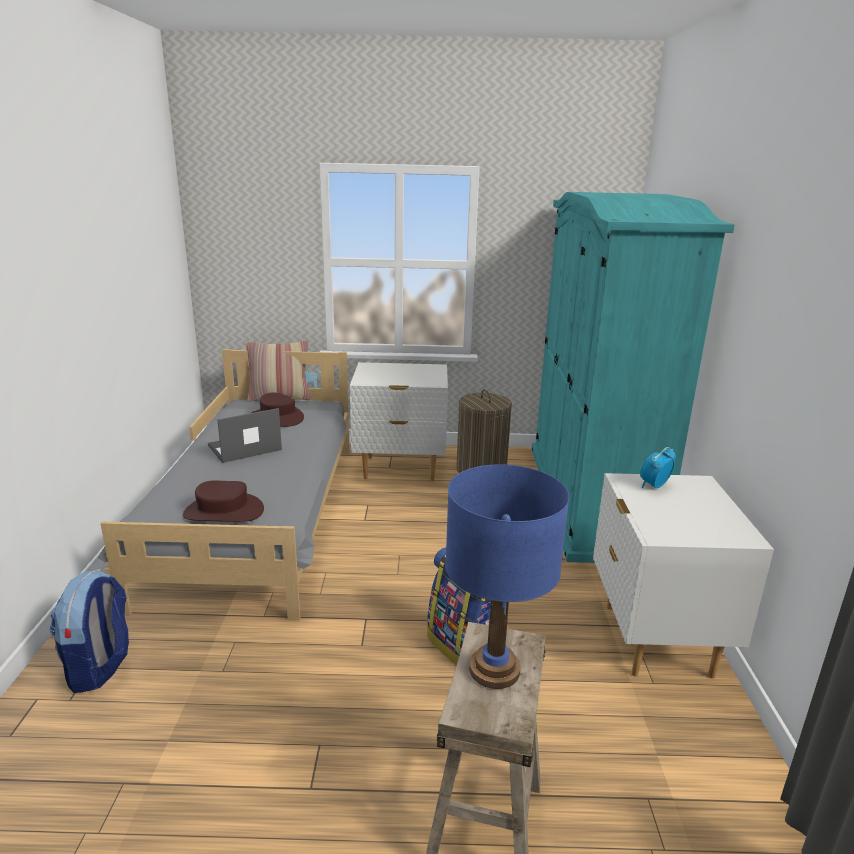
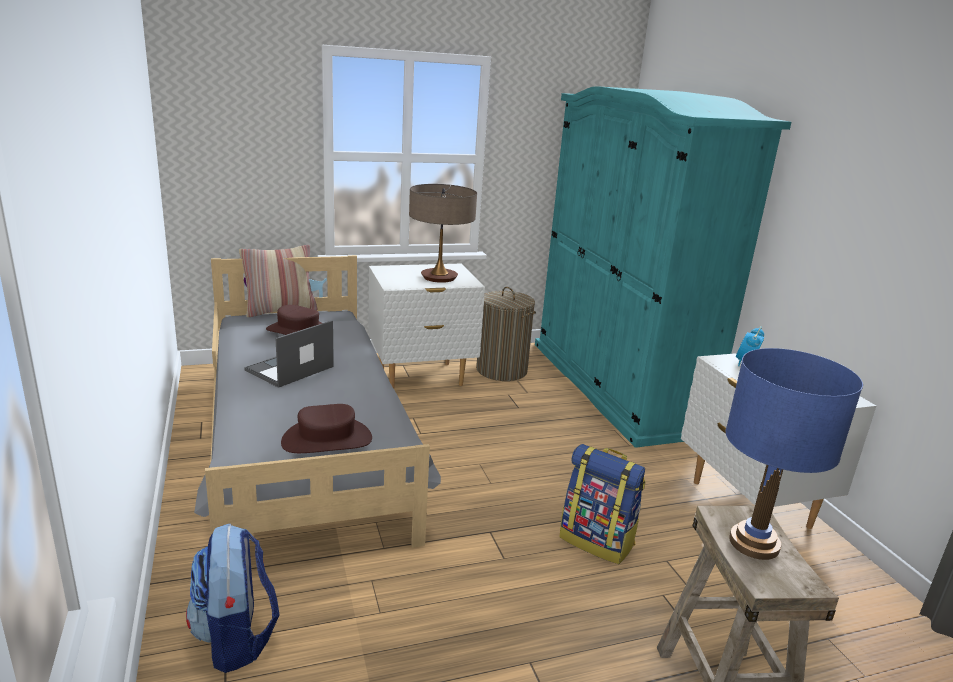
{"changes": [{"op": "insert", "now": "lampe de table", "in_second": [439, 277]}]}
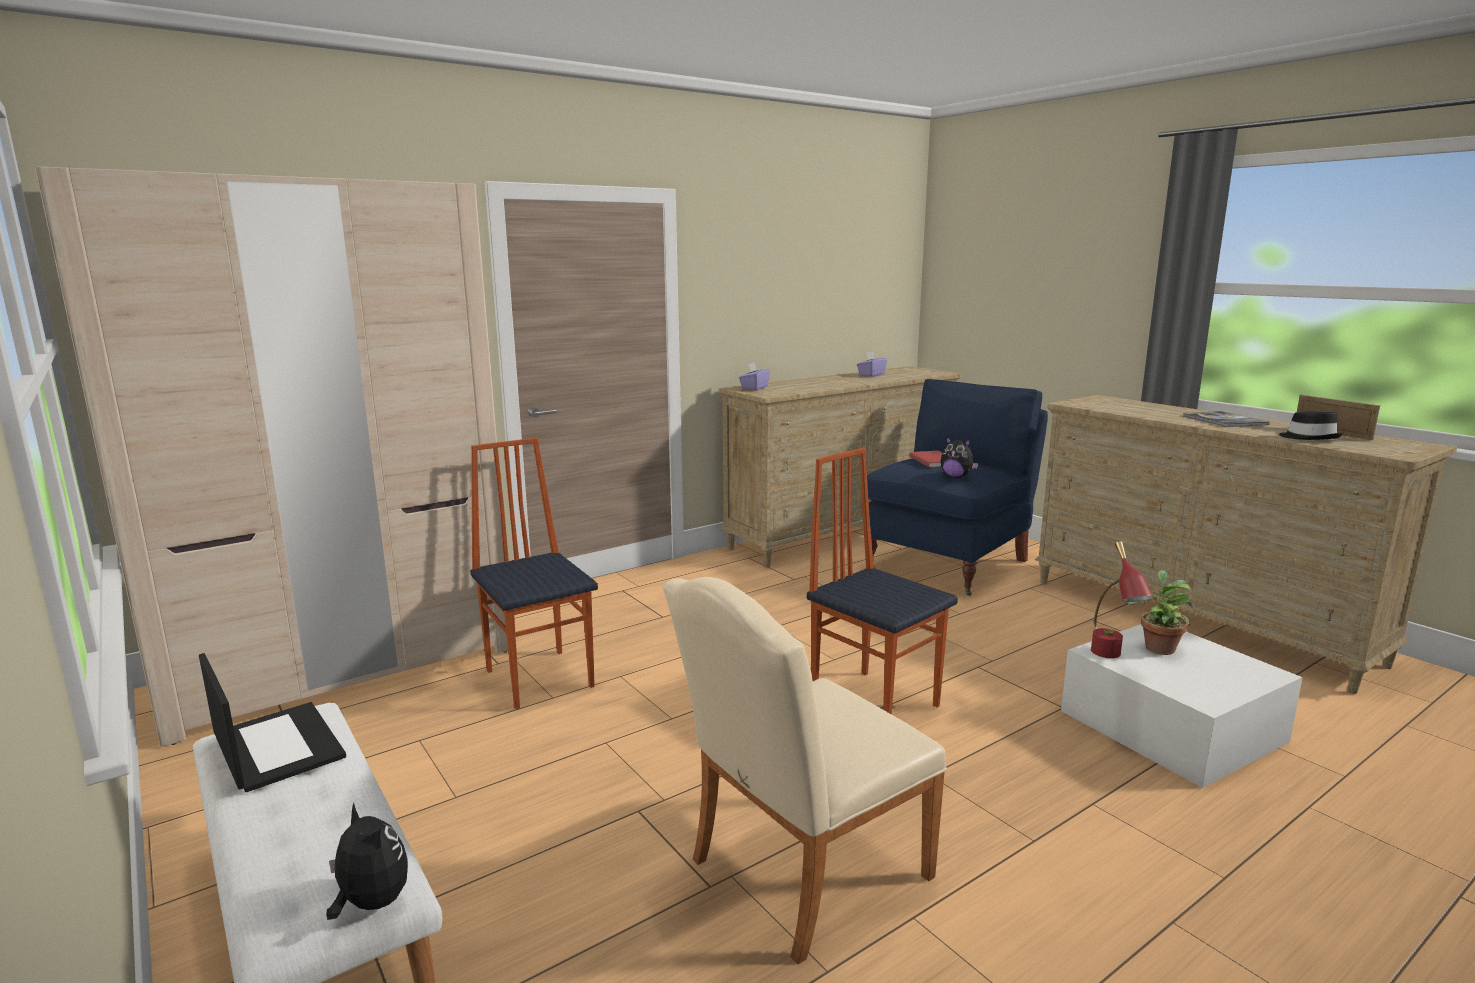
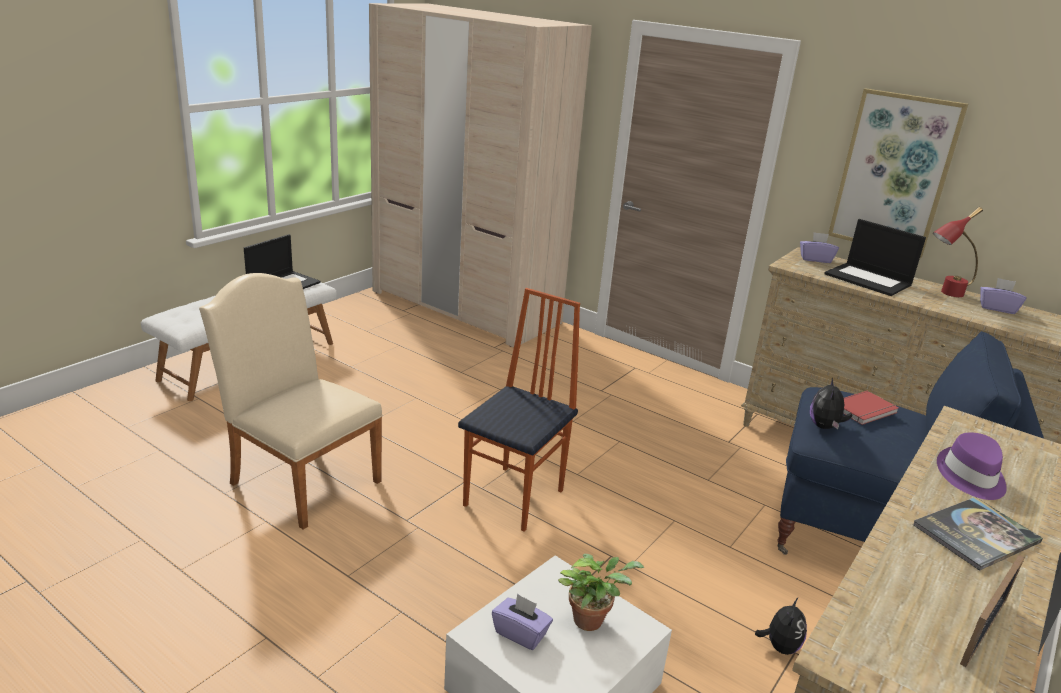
{"changes": [{"op": "move", "was": "peluche", "in_first": [371, 903], "in_second": [780, 646]}, {"op": "delete", "was": "chaise", "in_first": [541, 677]}, {"op": "move", "was": "lampe de table/rouge", "in_first": [1111, 658], "in_second": [944, 294]}, {"op": "delete", "was": "chapeau/noir", "in_first": [1310, 438]}, {"op": "insert", "now": "boîte à mouchoirs/violet", "in_second": [521, 633]}, {"op": "insert", "now": "ordinateur portable", "in_second": [869, 280]}, {"op": "insert", "now": "tableau", "in_second": [894, 173]}, {"op": "insert", "now": "chapeau/violet", "in_second": [970, 477]}]}
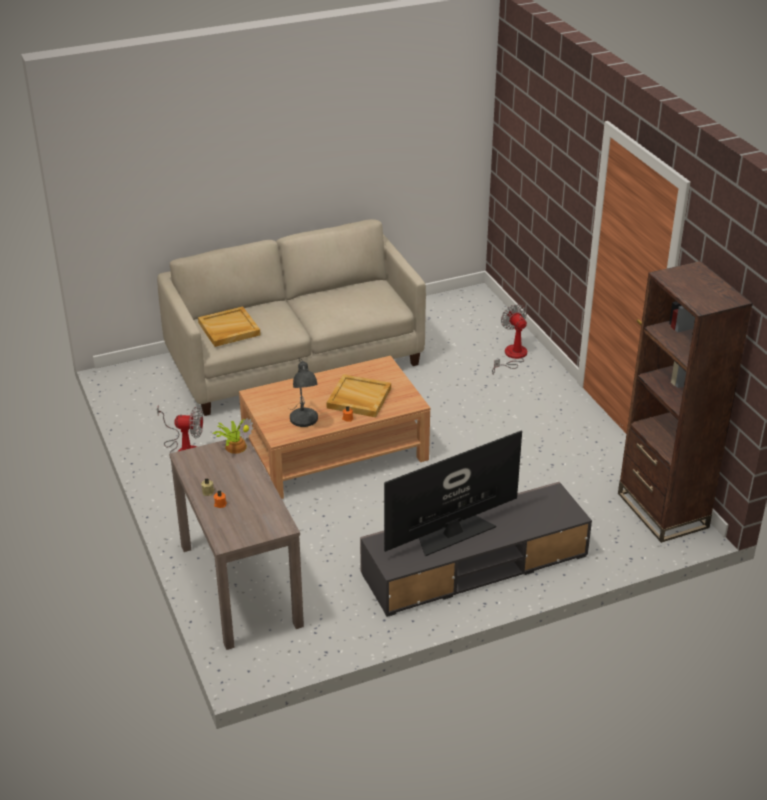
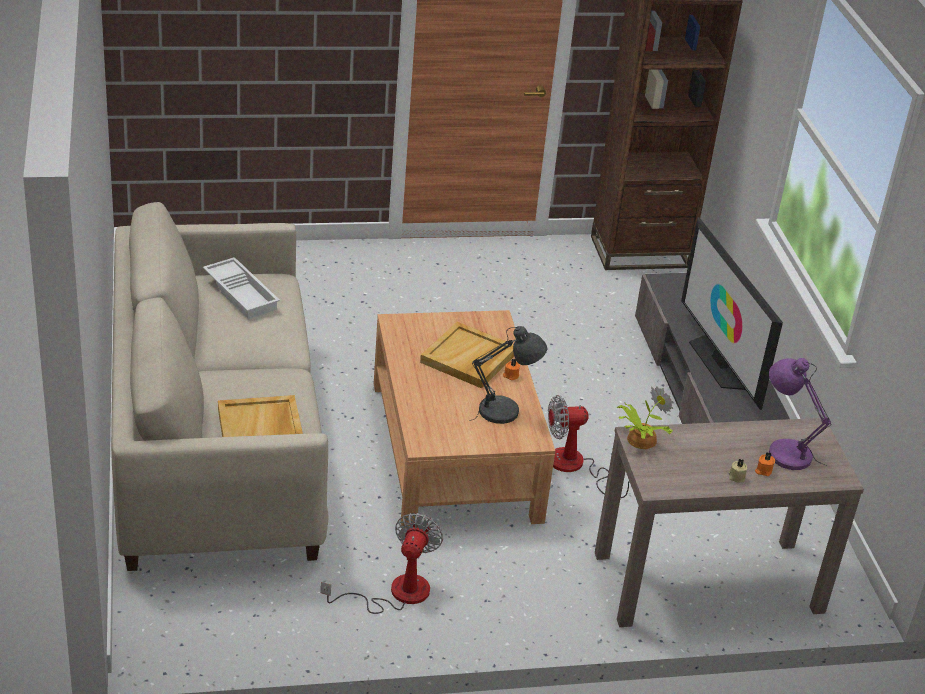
{"changes": [{"op": "move", "was": "ventilateur", "in_first": [512, 356], "in_second": [576, 467]}, {"op": "insert", "now": "plateau/blanc", "in_second": [242, 293]}, {"op": "insert", "now": "lampe de table/violet", "in_second": [785, 452]}]}
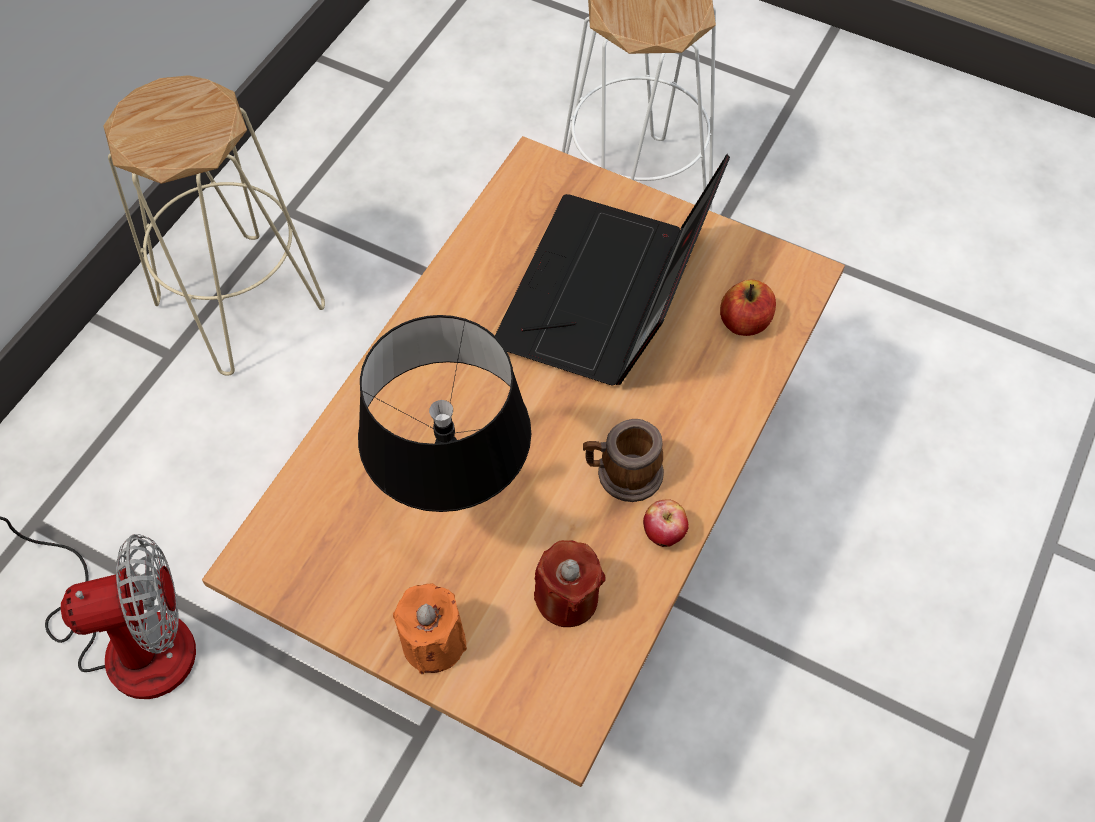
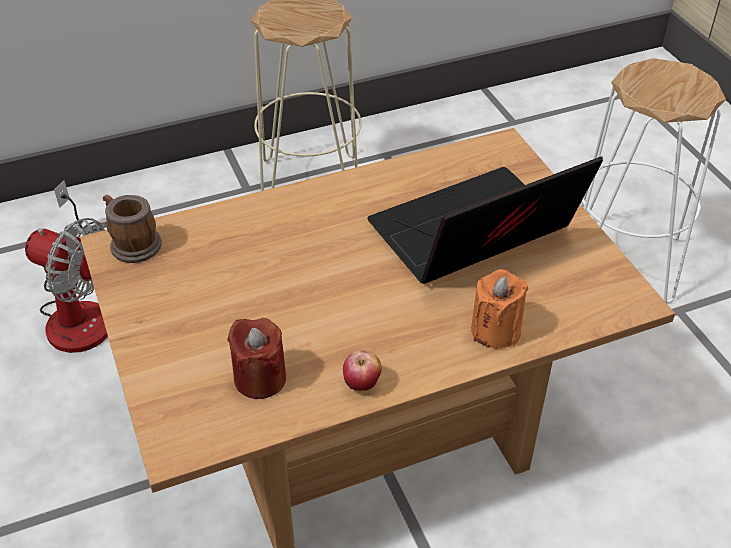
{"changes": [{"op": "delete", "was": "lampe de table/noir", "in_first": [454, 501]}, {"op": "move", "was": "bougie/orange", "in_first": [433, 642], "in_second": [495, 330]}, {"op": "move", "was": "mug", "in_first": [622, 473], "in_second": [132, 243]}, {"op": "delete", "was": "pomme", "in_first": [744, 322]}]}
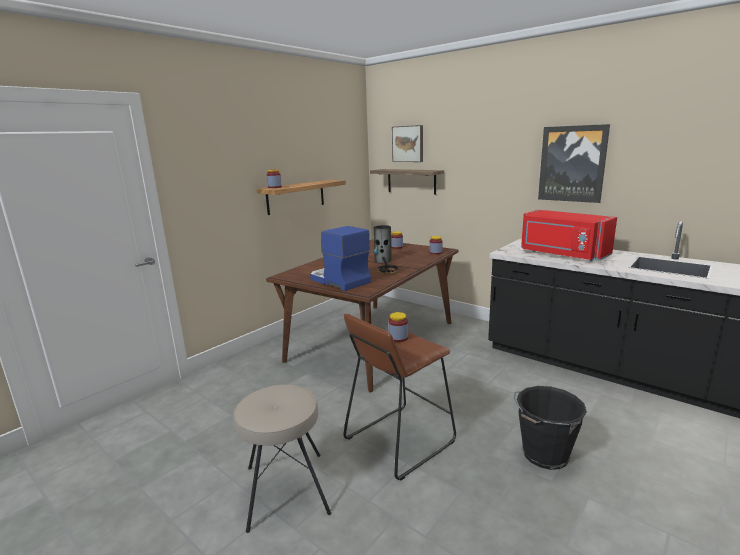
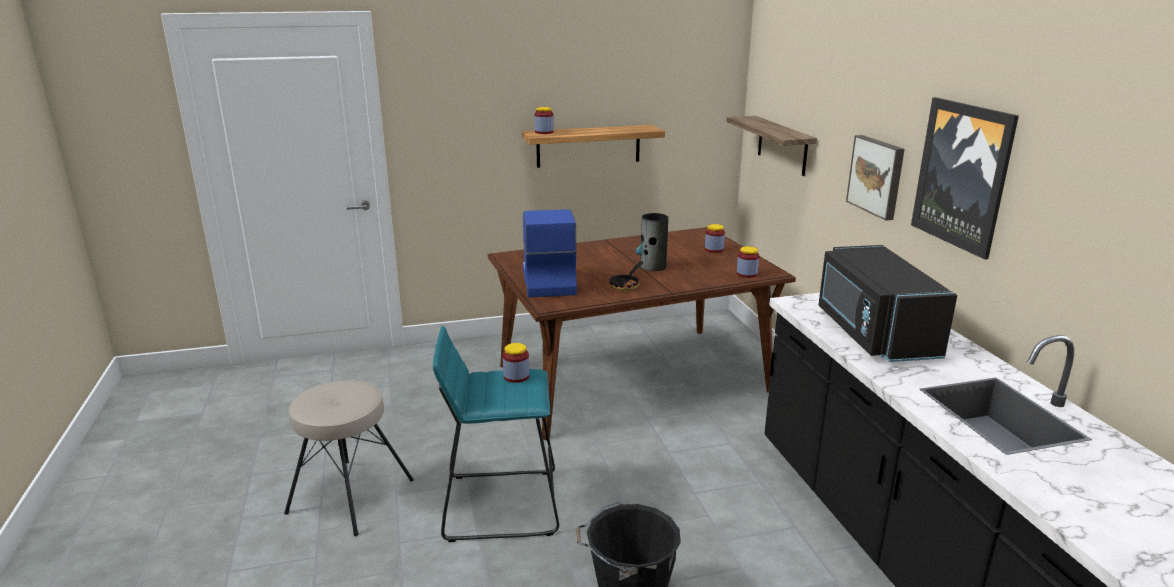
{"changes": [{"op": "recolor", "was": "tabouret/marron", "now": "tabouret/turquoise", "in_first": [399, 440], "in_second": [501, 504]}, {"op": "move", "was": "tableau", "in_first": [408, 144], "in_second": [877, 176]}, {"op": "recolor", "was": "micro-ondes/rouge", "now": "micro-ondes/noir", "in_first": [562, 254], "in_second": [872, 334]}]}
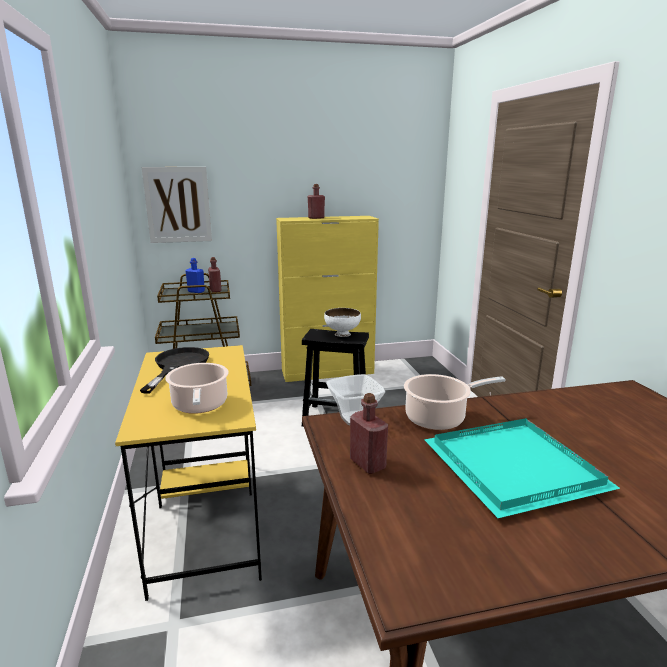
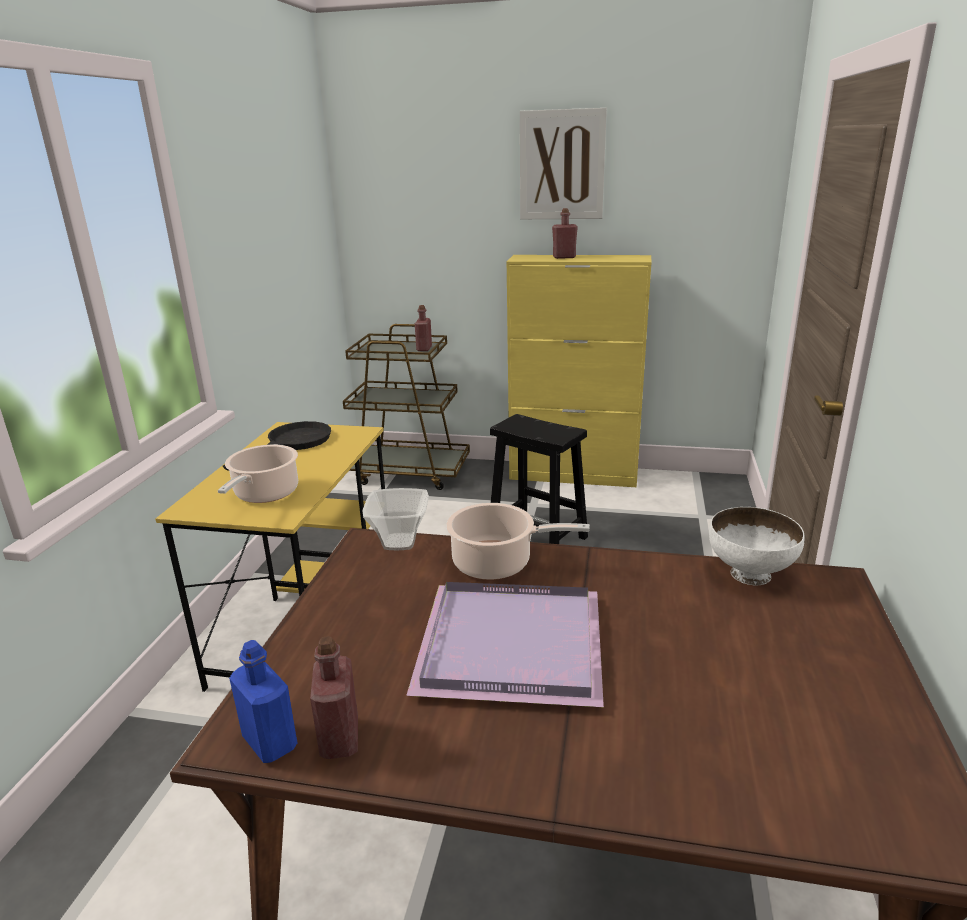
{"changes": [{"op": "move", "was": "tableau", "in_first": [178, 205], "in_second": [562, 165]}, {"op": "move", "was": "bouteille/bleu", "in_first": [196, 291], "in_second": [270, 742]}, {"op": "move", "was": "bol/blanc", "in_first": [342, 334], "in_second": [749, 574]}, {"op": "move", "was": "bouteille/rouge", "in_first": [367, 464], "in_second": [340, 738]}, {"op": "recolor", "was": "plateau/turquoise", "now": "plateau/violet", "in_first": [509, 466], "in_second": [507, 643]}]}
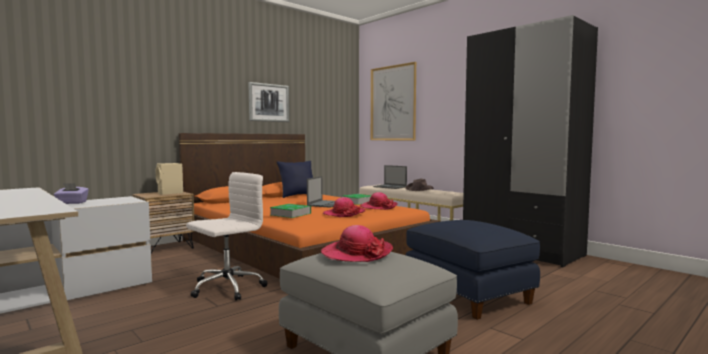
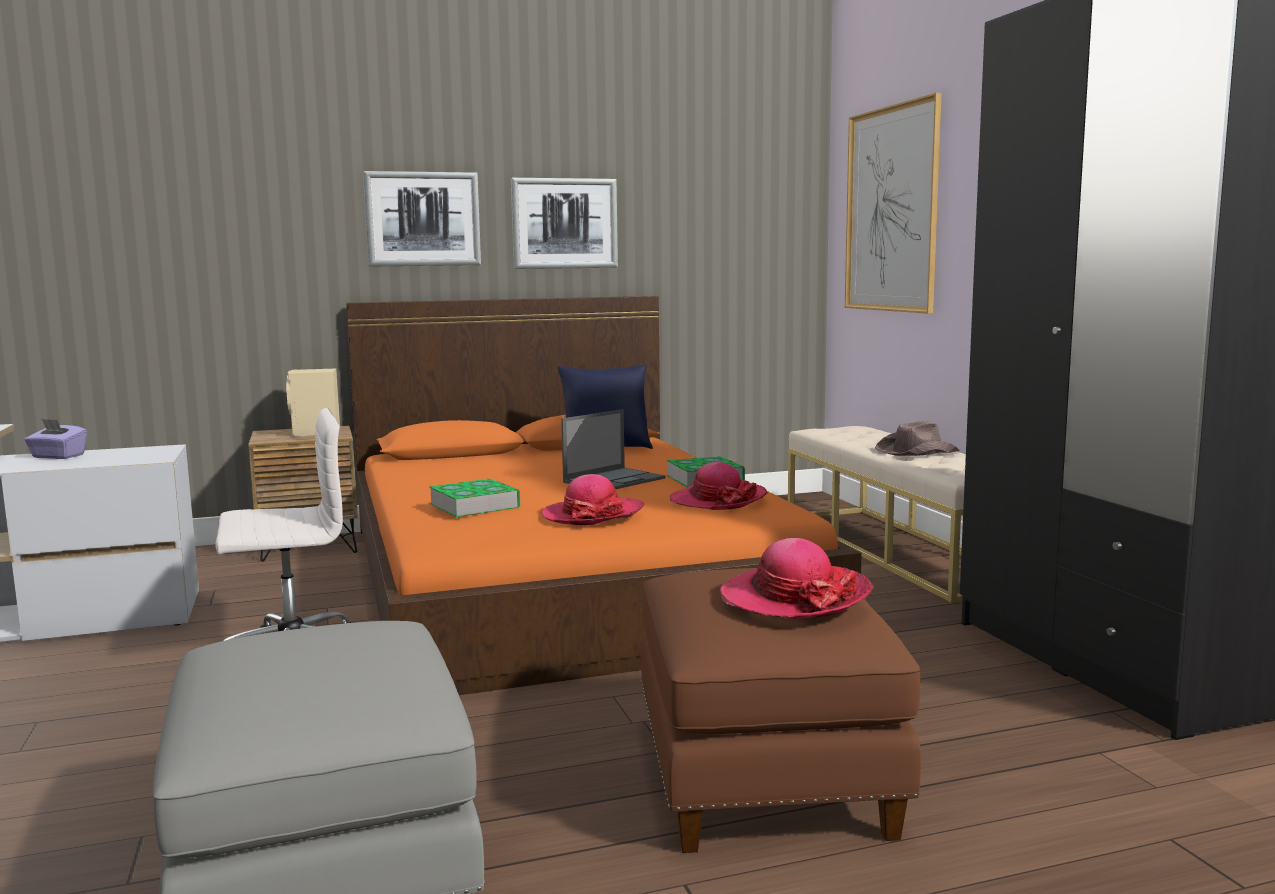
{"changes": [{"op": "move", "was": "chapeau", "in_first": [356, 253], "in_second": [794, 597]}, {"op": "delete", "was": "ordinateur portable", "in_first": [390, 187]}, {"op": "recolor", "was": "pouf/bleu", "now": "pouf/marron", "in_first": [469, 294], "in_second": [766, 776]}, {"op": "insert", "now": "tableau", "in_second": [423, 219]}]}
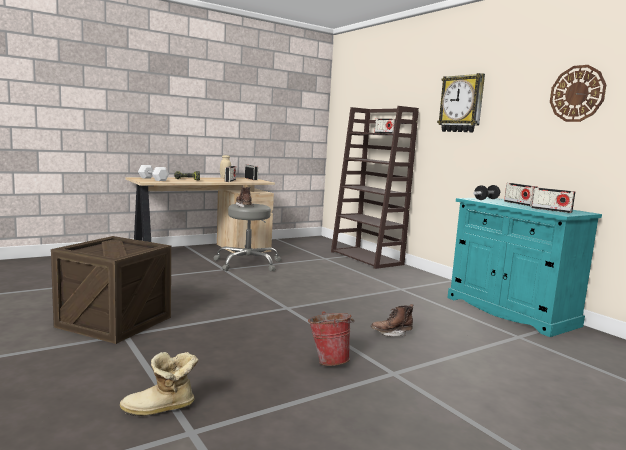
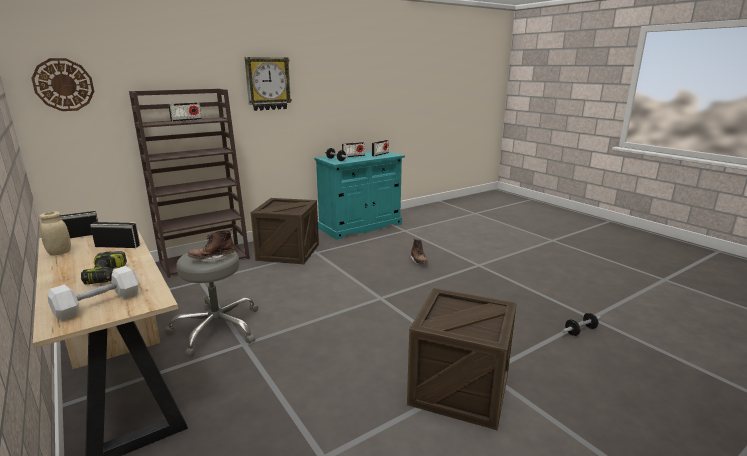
{"changes": [{"op": "replace", "was": "botte", "now": "haltère", "in_first": [160, 409], "in_second": [580, 331]}, {"op": "delete", "was": "seau", "in_first": [329, 360]}, {"op": "move", "was": "horloge murale", "in_first": [577, 93], "in_second": [63, 85]}, {"op": "insert", "now": "caisse", "in_second": [288, 252]}]}
